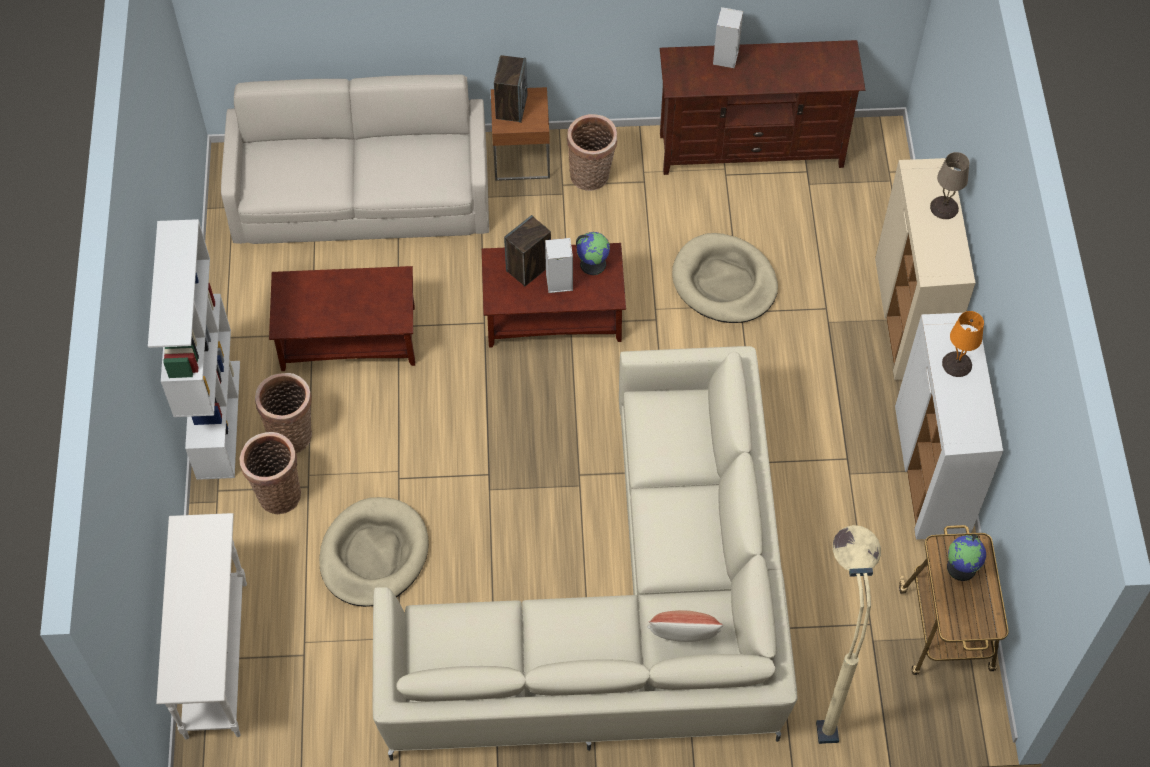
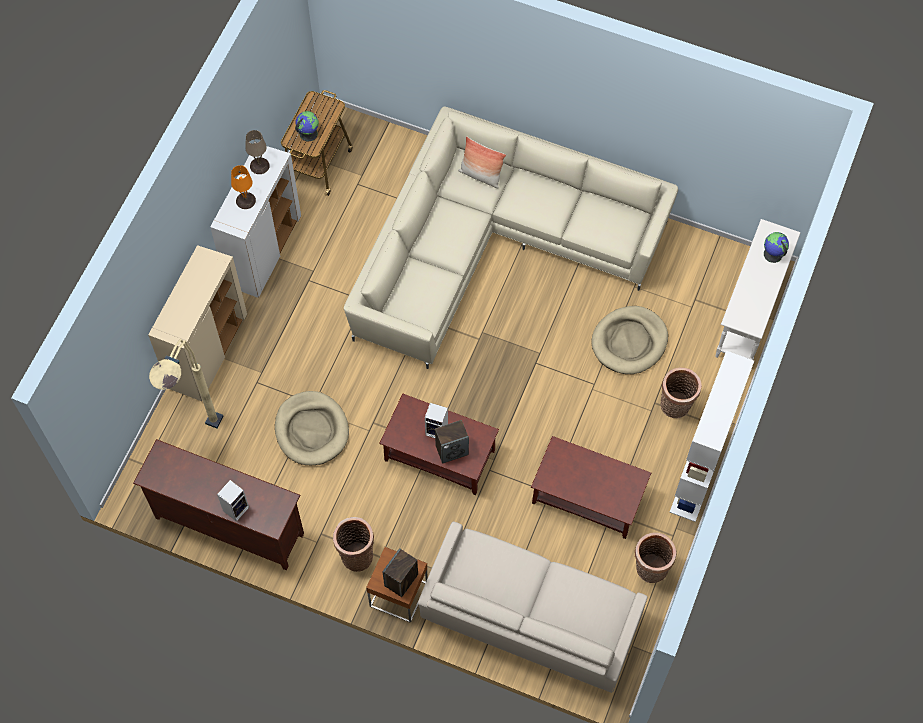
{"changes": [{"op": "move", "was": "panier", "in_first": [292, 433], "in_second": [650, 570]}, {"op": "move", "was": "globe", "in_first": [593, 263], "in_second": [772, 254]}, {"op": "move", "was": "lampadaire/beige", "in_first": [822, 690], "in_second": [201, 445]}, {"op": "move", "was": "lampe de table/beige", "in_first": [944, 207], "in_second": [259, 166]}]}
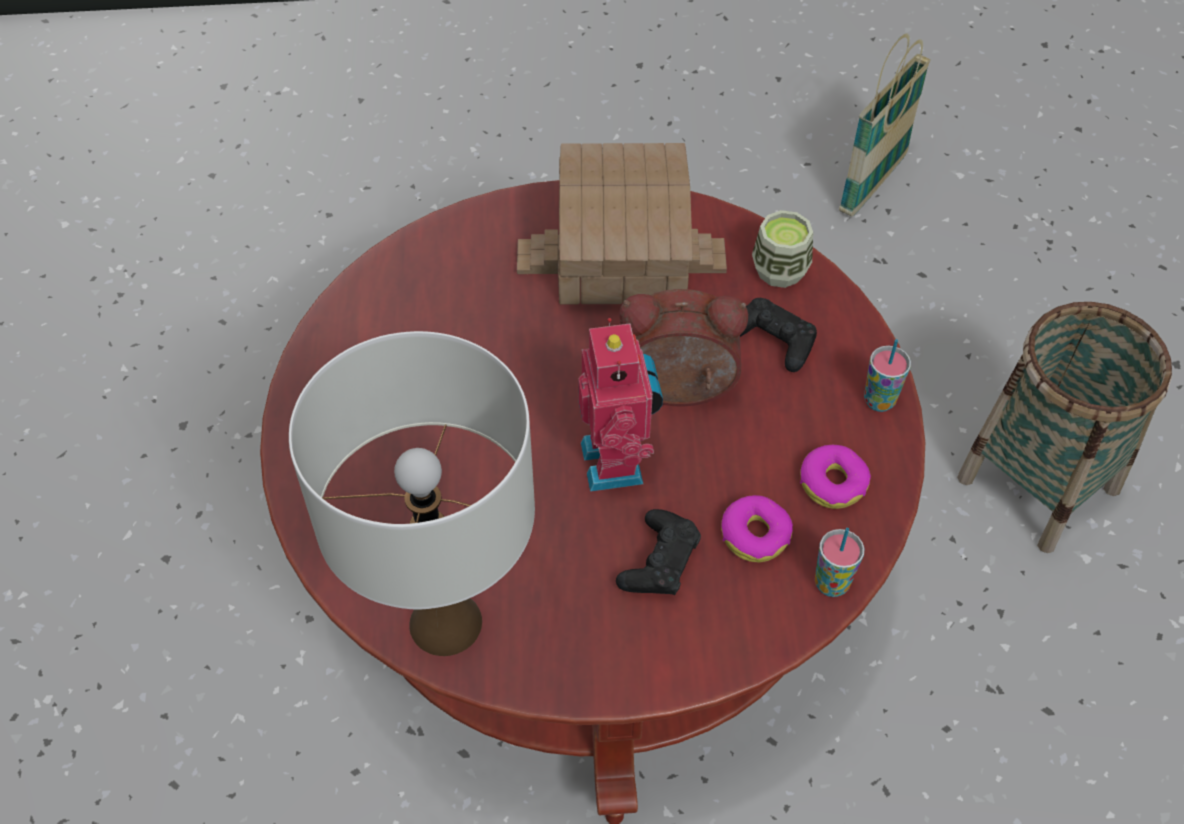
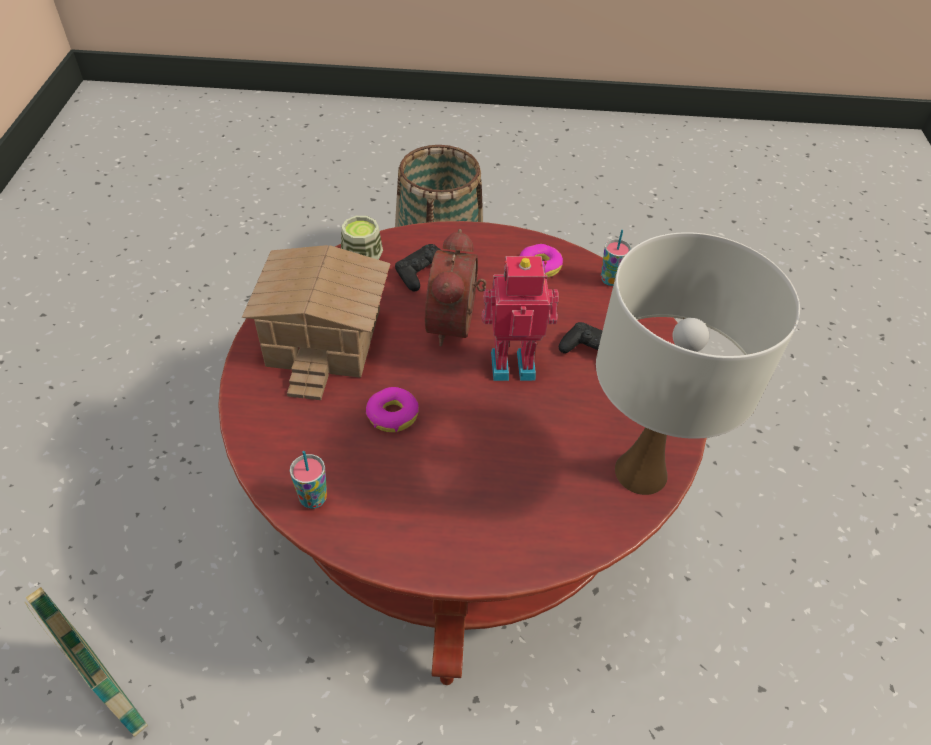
{"changes": [{"op": "move", "was": "beignet", "in_first": [755, 535], "in_second": [392, 415]}, {"op": "move", "was": "panier", "in_first": [873, 184], "in_second": [110, 689]}, {"op": "move", "was": "tasse", "in_first": [879, 401], "in_second": [313, 499]}]}
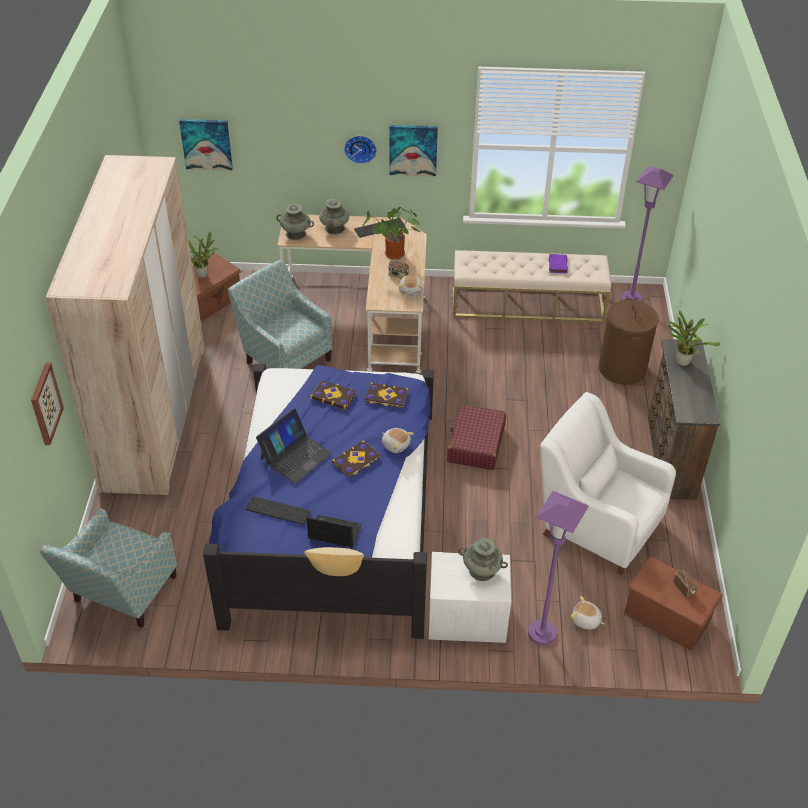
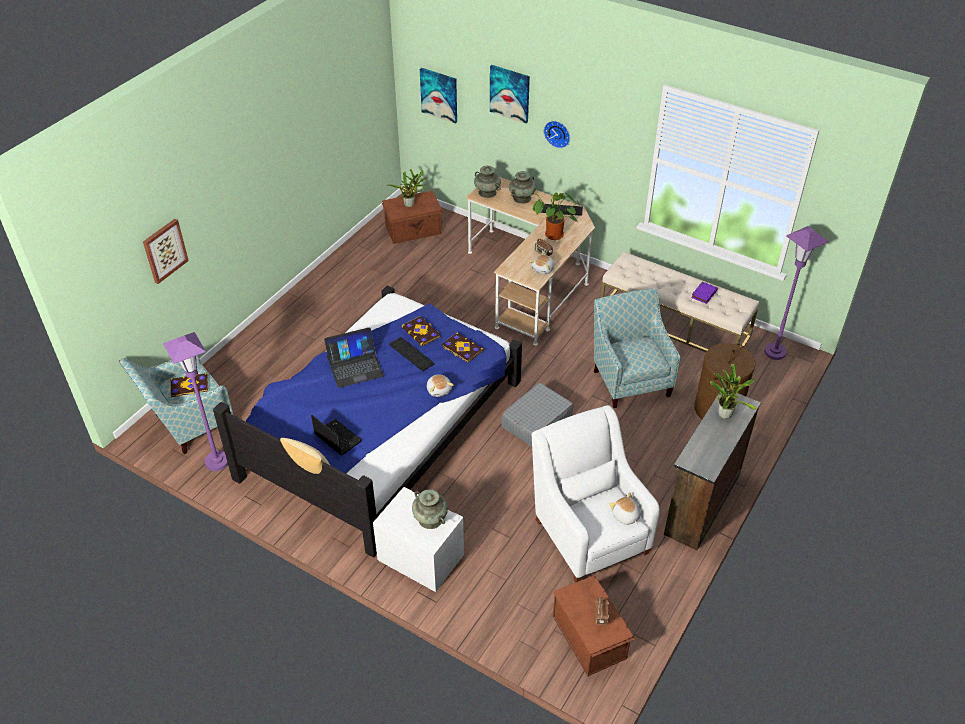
{"changes": [{"op": "delete", "was": "armoire/beige", "in_first": [155, 415]}, {"op": "move", "was": "fauteuil", "in_first": [284, 357], "in_second": [629, 378]}, {"op": "move", "was": "clavier", "in_first": [277, 511], "in_second": [410, 354]}, {"op": "move", "was": "livre", "in_first": [356, 460], "in_second": [189, 386]}, {"op": "move", "was": "tableau", "in_first": [413, 150], "in_second": [510, 93]}, {"op": "recolor", "was": "valise/rouge", "now": "valise/gris", "in_first": [475, 445], "in_second": [536, 422]}, {"op": "move", "was": "lampadaire/violet", "in_first": [542, 633], "in_second": [217, 462]}, {"op": "move", "was": "peluche", "in_first": [586, 620], "in_second": [625, 516]}]}
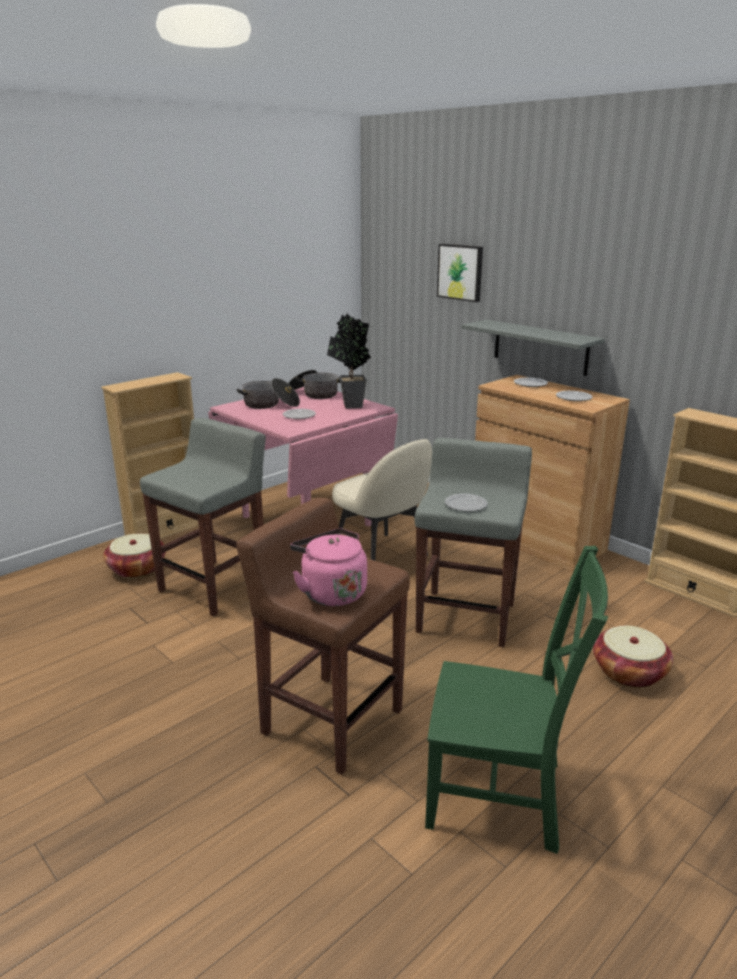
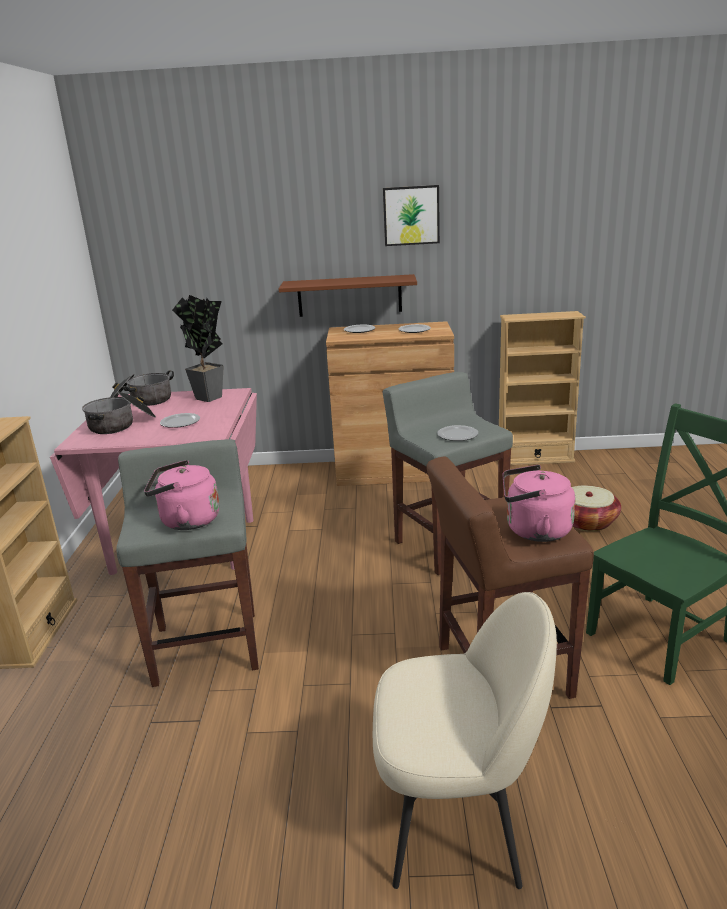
{"changes": [{"op": "delete", "was": "panier", "in_first": [137, 569]}, {"op": "move", "was": "chaise/beige", "in_first": [381, 557], "in_second": [457, 820]}, {"op": "move", "was": "tableau", "in_first": [460, 272], "in_second": [411, 215]}, {"op": "recolor", "was": "étagère/gris", "now": "étagère/marron", "in_first": [540, 347], "in_second": [349, 296]}, {"op": "insert", "now": "bouilloire/rose", "in_second": [186, 521]}]}
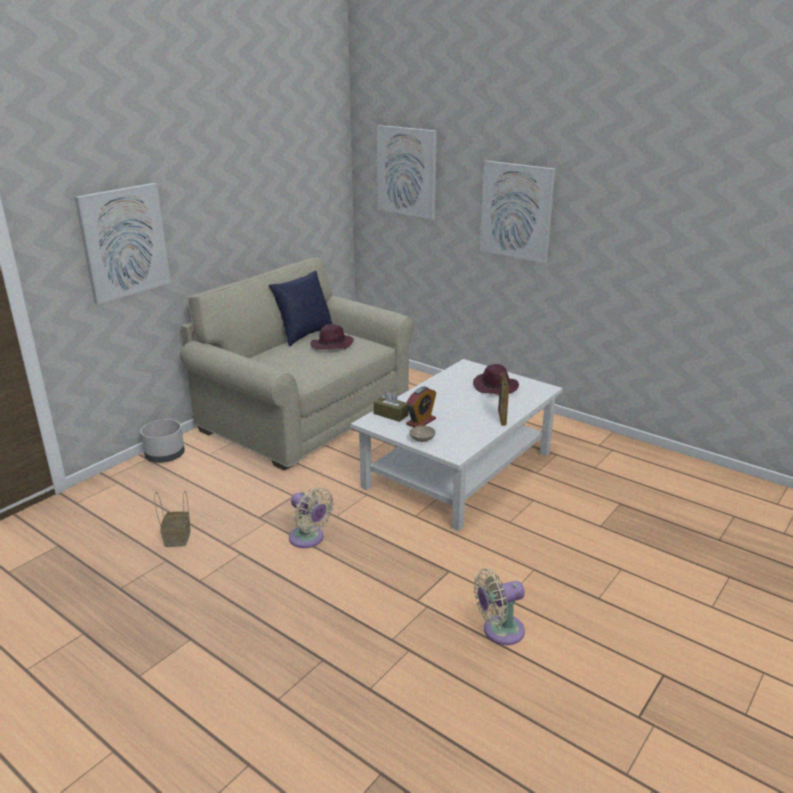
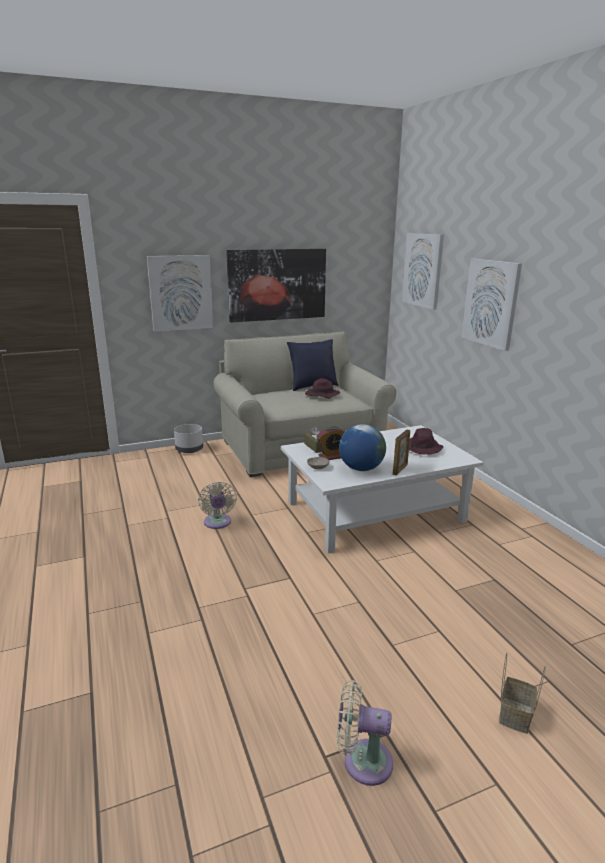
{"changes": [{"op": "move", "was": "panier", "in_first": [177, 537], "in_second": [514, 714]}, {"op": "move", "was": "ventilateur/beige", "in_first": [499, 631], "in_second": [362, 761]}, {"op": "insert", "now": "tableau", "in_second": [277, 284]}, {"op": "insert", "now": "globe", "in_second": [361, 468]}]}
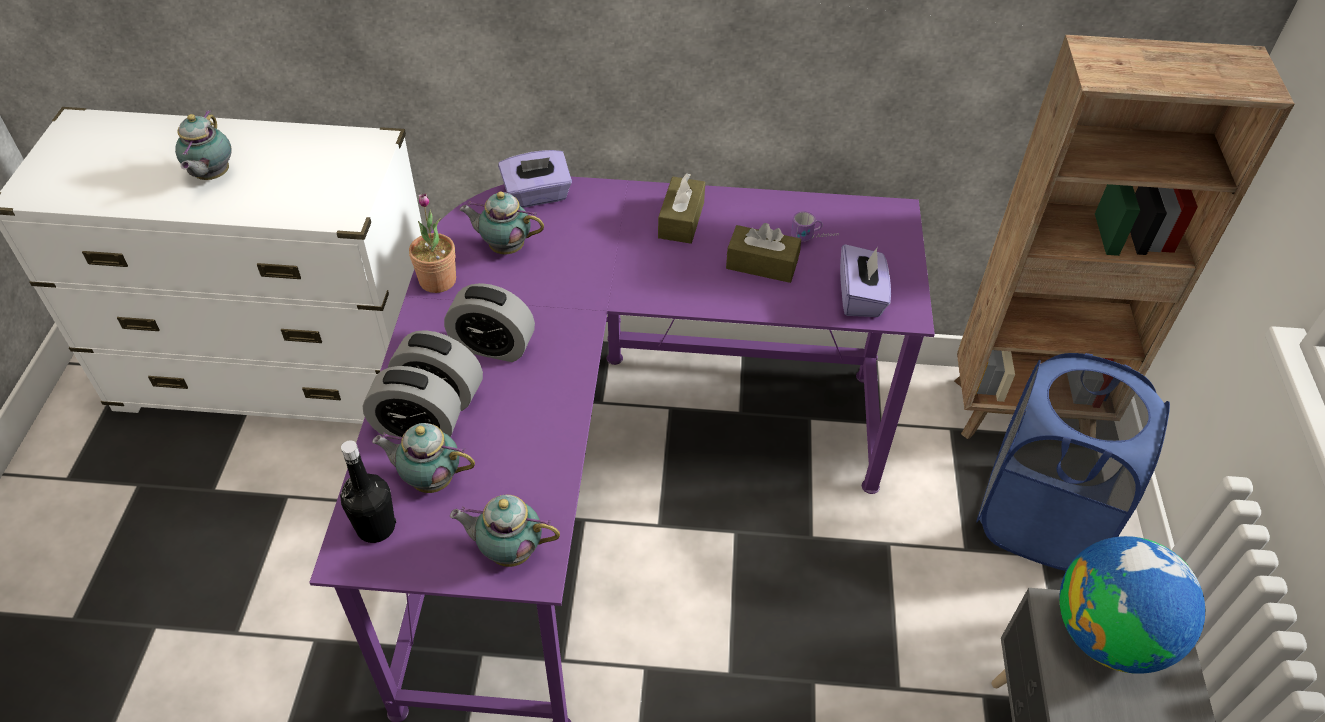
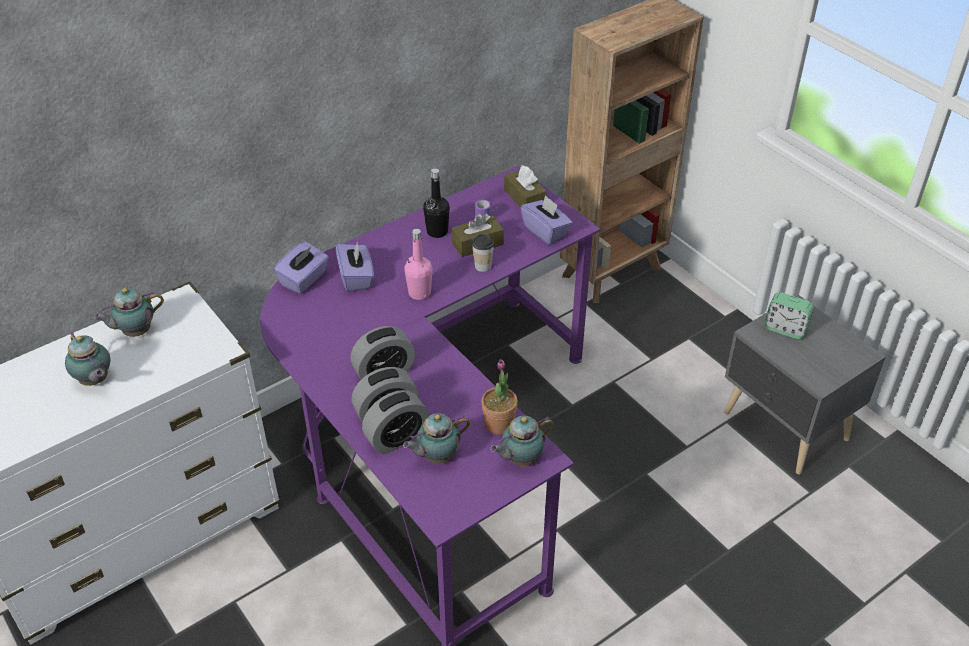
{"changes": [{"op": "move", "was": "bouteille/noir", "in_first": [376, 527], "in_second": [437, 231]}, {"op": "move", "was": "plante en pot", "in_first": [437, 280], "in_second": [499, 423]}, {"op": "move", "was": "théière", "in_first": [504, 247], "in_second": [135, 332]}, {"op": "move", "was": "boîte à mouchoirs/marron", "in_first": [681, 220], "in_second": [524, 198]}, {"op": "delete", "was": "panier à linge/bleu", "in_first": [1039, 518]}, {"op": "replace", "was": "globe", "now": "réveil", "in_first": [1109, 635], "in_second": [785, 329]}, {"op": "insert", "now": "boîte à mouchoirs/violet", "in_second": [356, 278]}, {"op": "insert", "now": "bouteille/rose", "in_second": [419, 293]}, {"op": "insert", "now": "tasse", "in_second": [483, 266]}]}
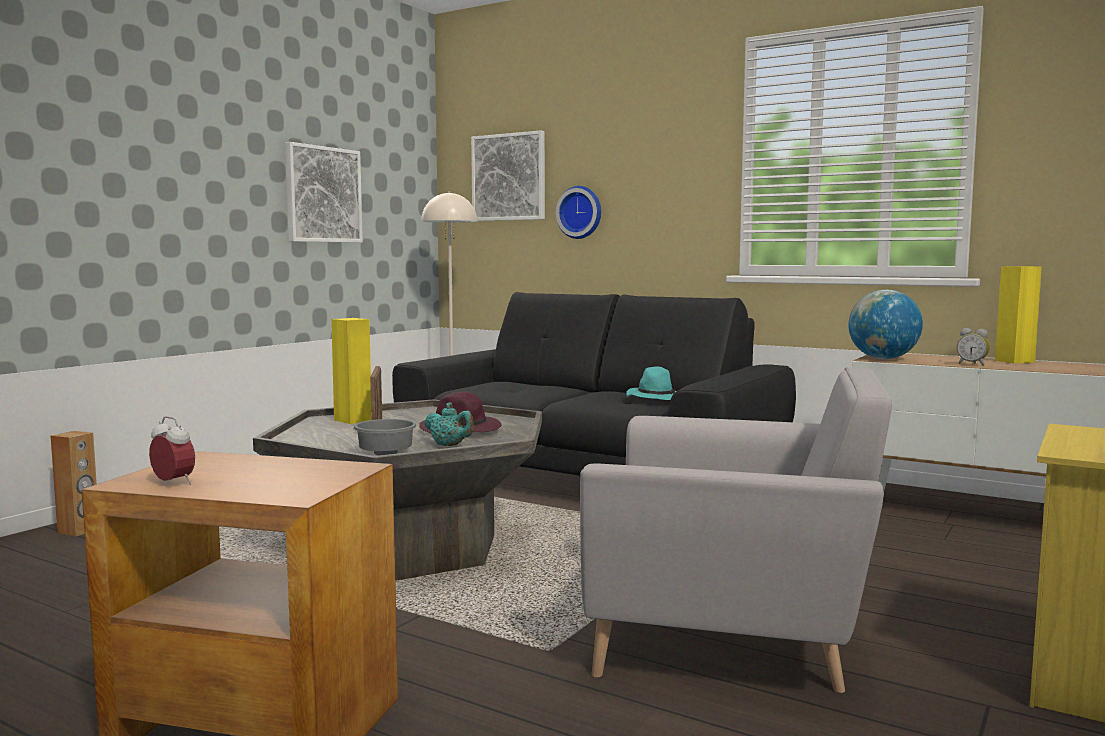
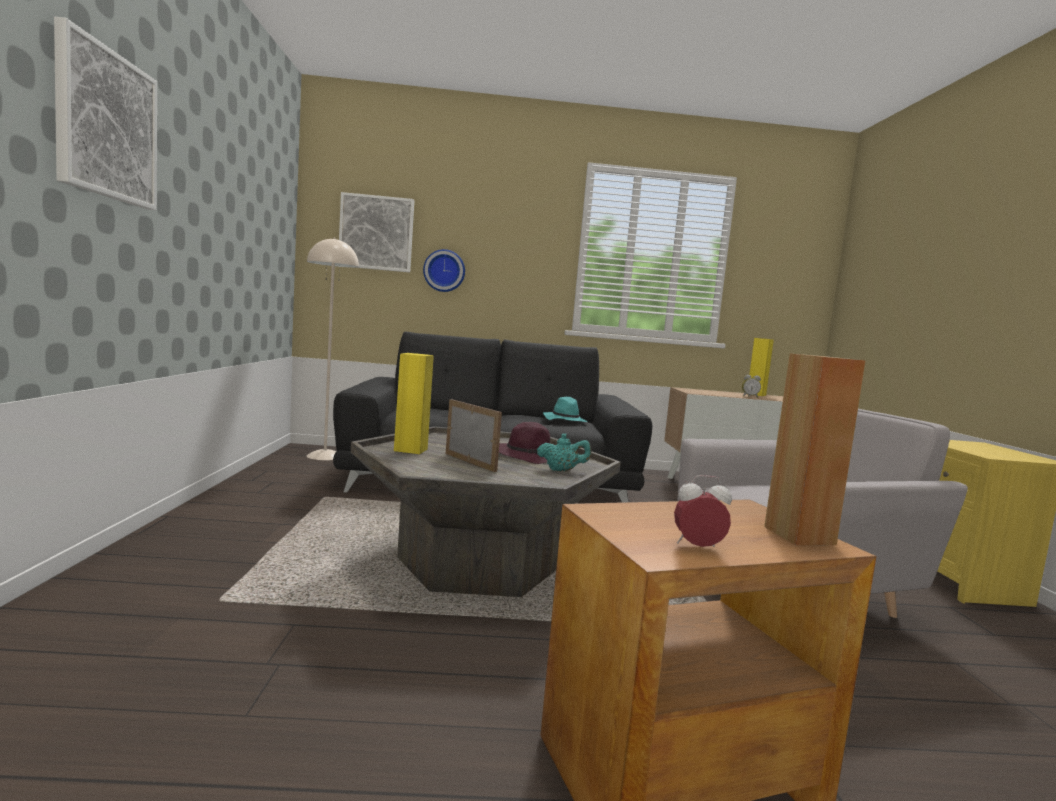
{"changes": [{"op": "move", "was": "enceinte/marron", "in_first": [79, 531], "in_second": [800, 535]}, {"op": "move", "was": "tableau", "in_first": [323, 194], "in_second": [106, 125]}, {"op": "delete", "was": "bol/gris", "in_first": [384, 454]}, {"op": "delete", "was": "globe", "in_first": [883, 358]}]}
